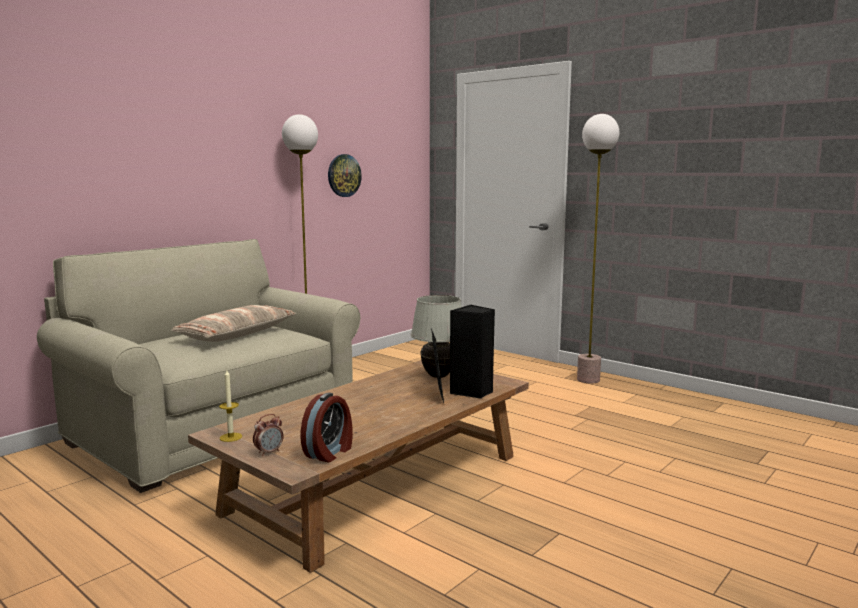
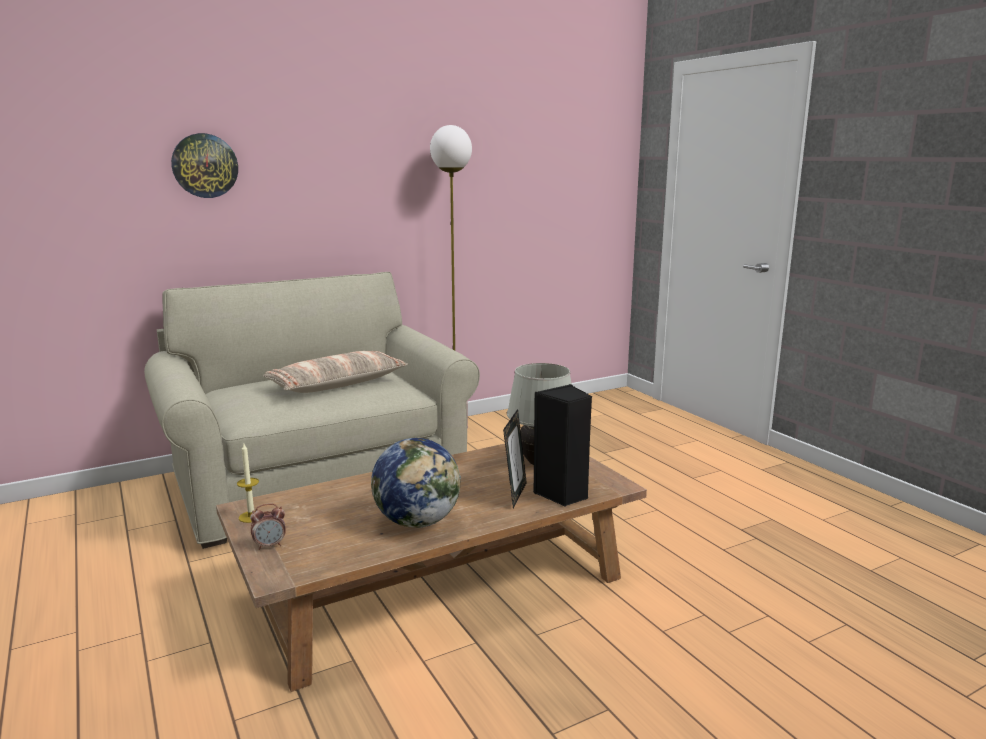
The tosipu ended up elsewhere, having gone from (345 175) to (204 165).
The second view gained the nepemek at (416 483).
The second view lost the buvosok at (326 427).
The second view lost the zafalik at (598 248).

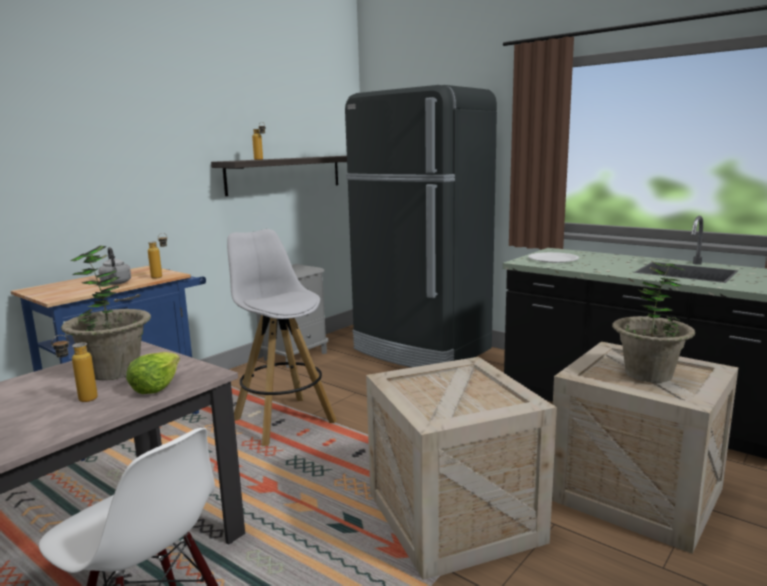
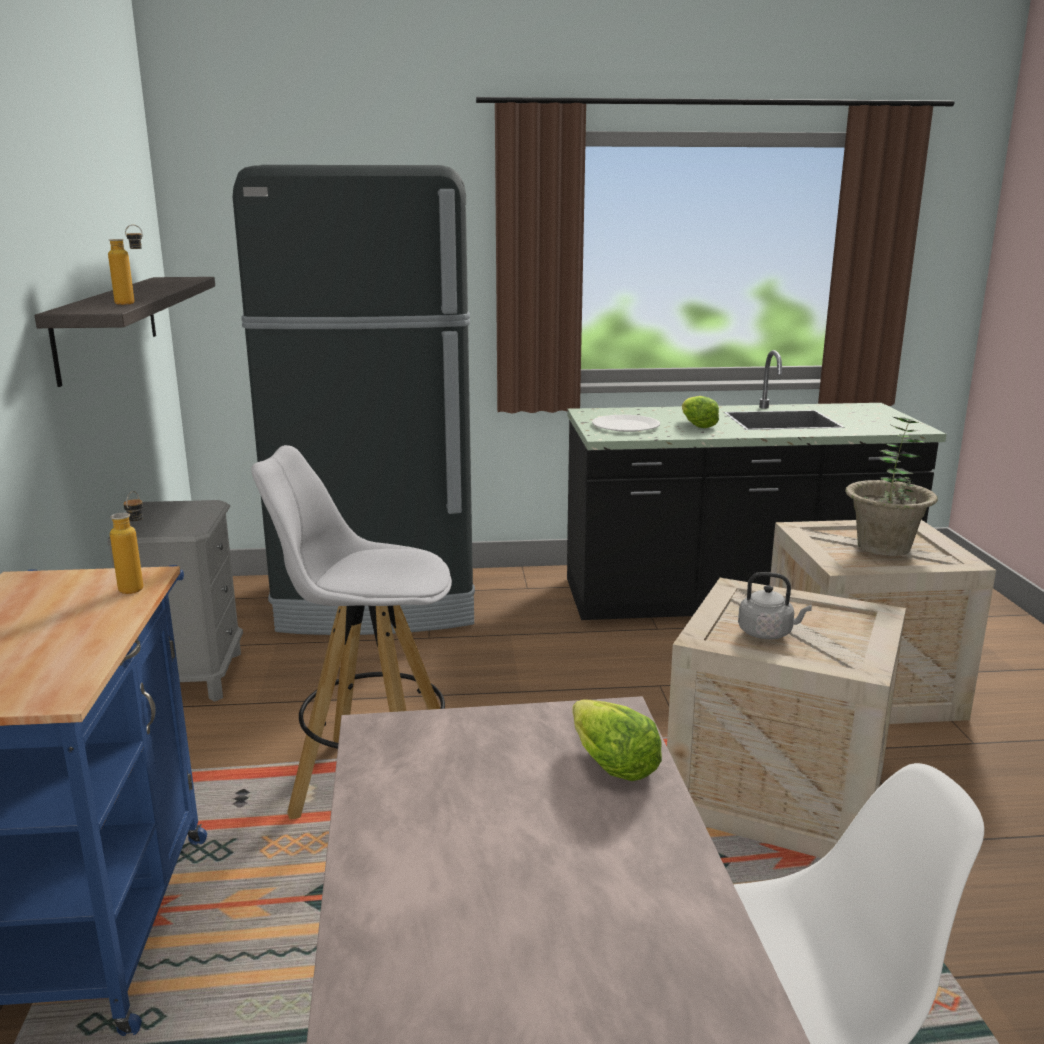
The second view gained the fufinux at (700 412).
The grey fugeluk ended up elsewhere, having gone from (114 266) to (775 606).
The second view lost the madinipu at (74 368).
The second view lost the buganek at (106 313).

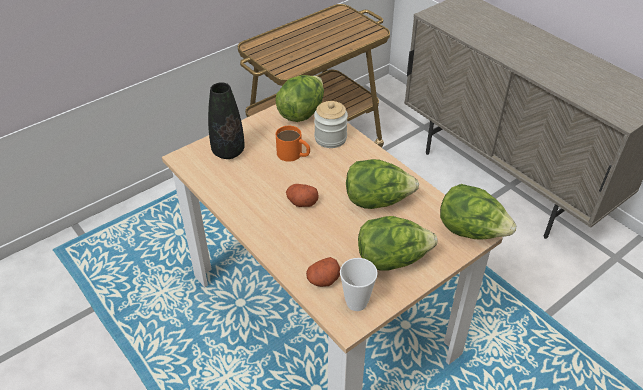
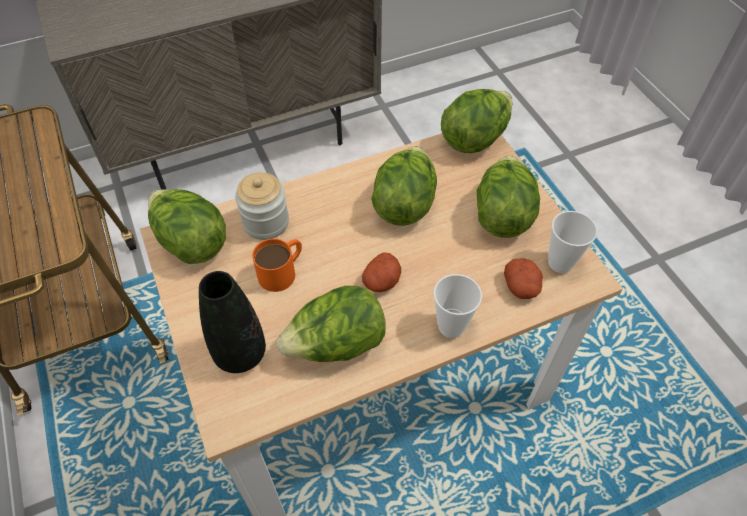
The second view gained the fufinux at (331 324).
The second view gained the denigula at (457 306).

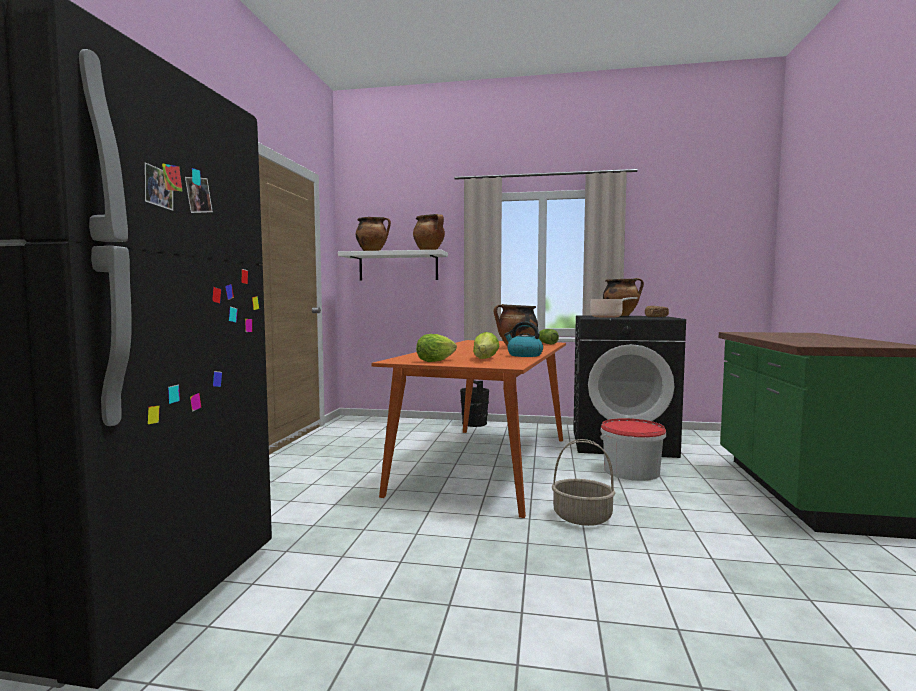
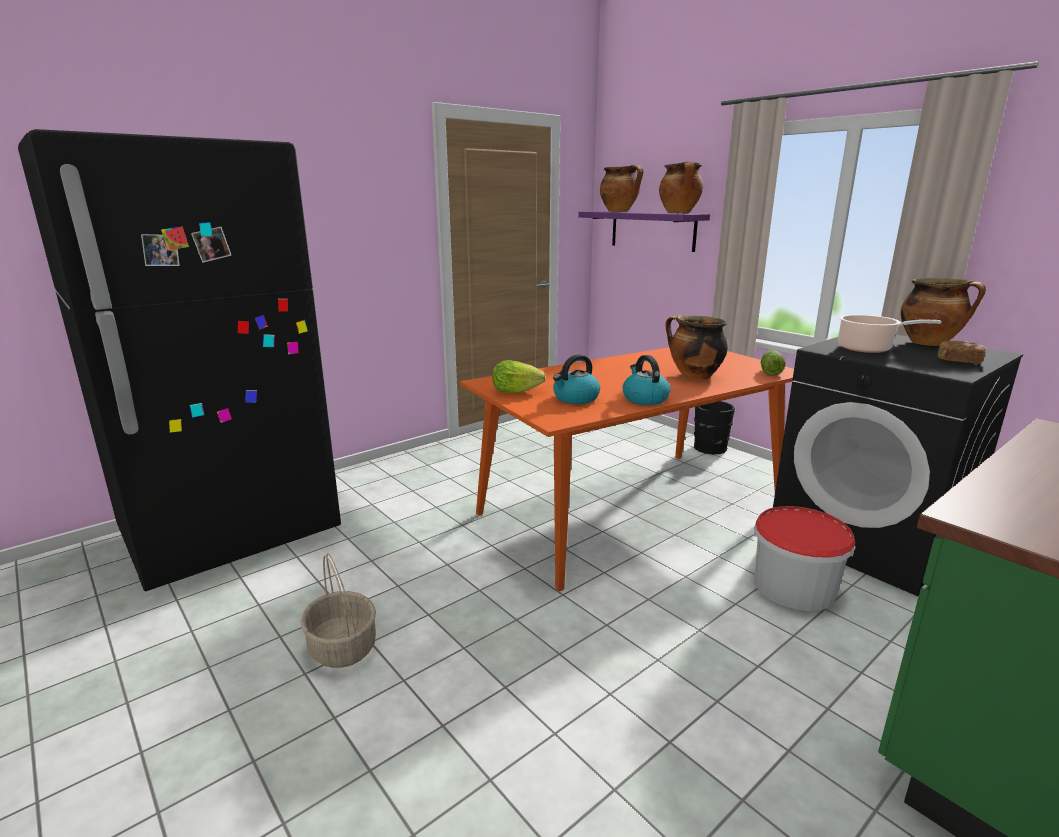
The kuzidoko ended up elsewhere, having gone from (583 482) to (338 610).
Where the fufinux stood at (486 345), the fugeluk came to stand at (576 379).
What was the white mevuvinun at (393 265) turned into the purple mevuvinun at (644 231).

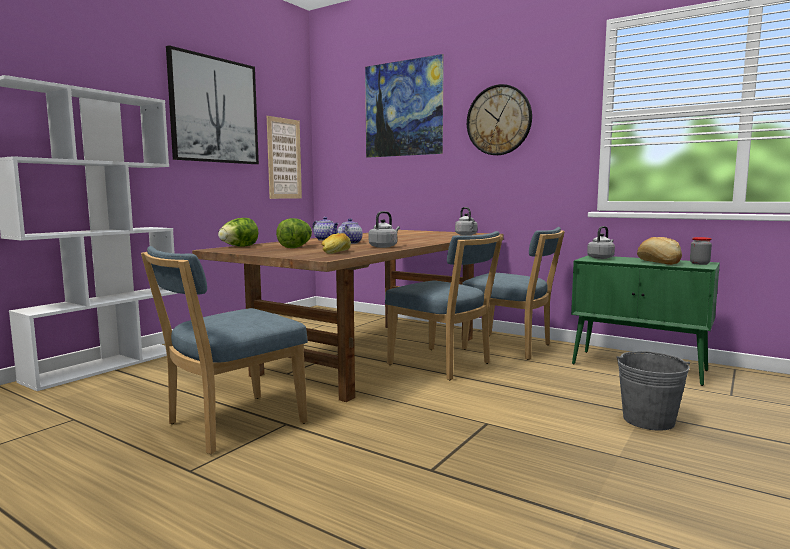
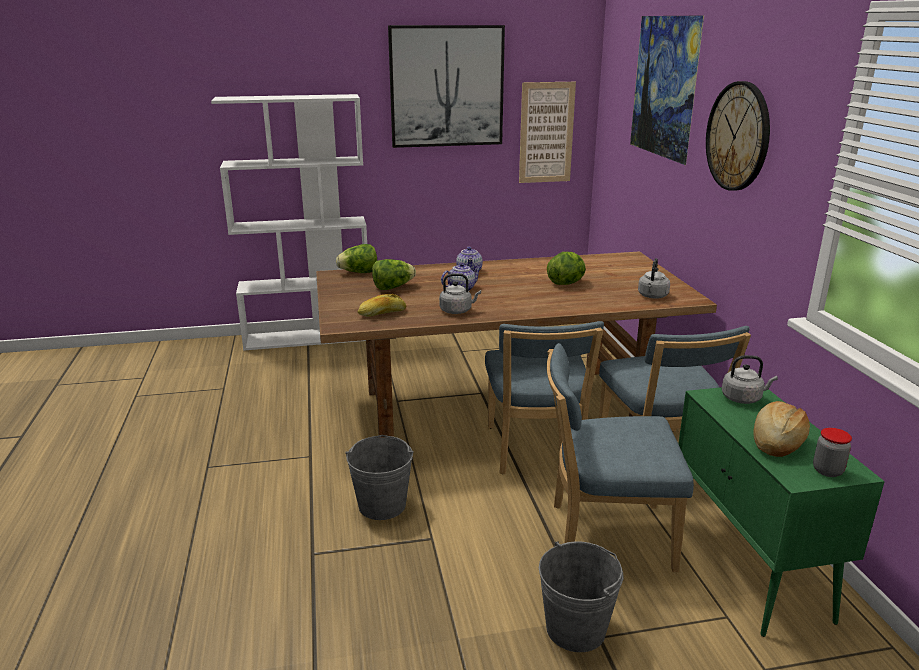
The second view gained the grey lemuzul at (379 477).
The second view gained the fufinux at (566 268).
The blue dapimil ended up elsewhere, having gone from (224 350) to (620 457).

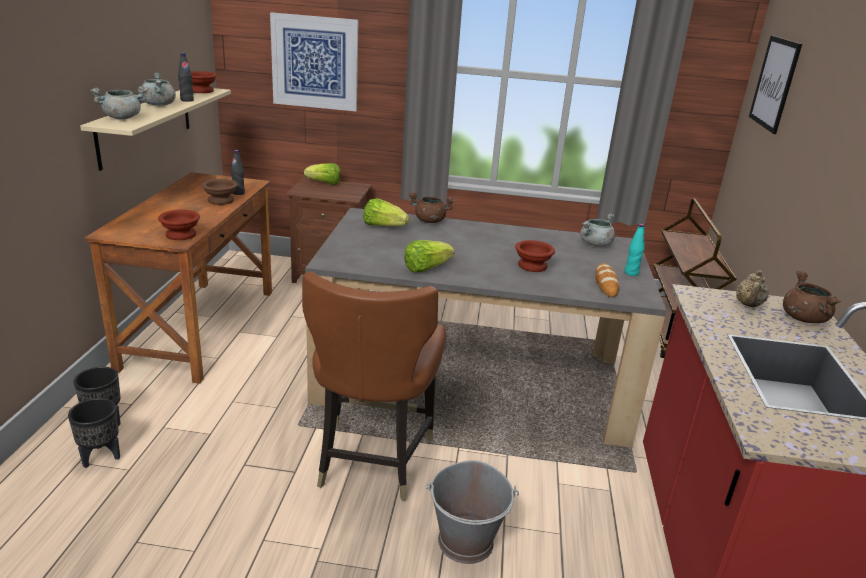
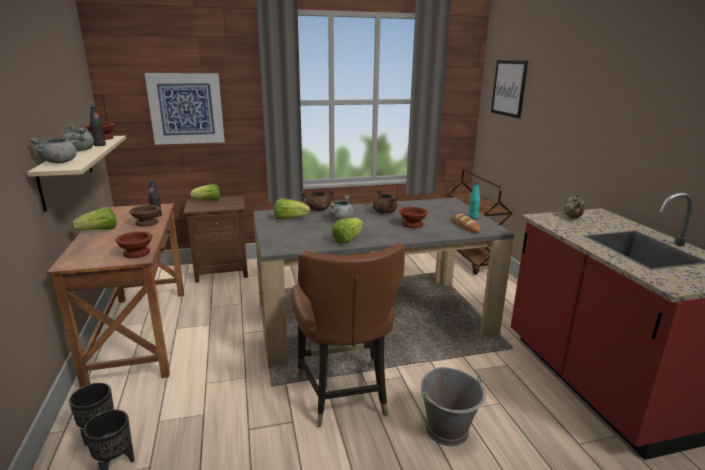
The second view gained the fufinux at (94 219).
The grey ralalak ended up elsewhere, having gone from (597 230) to (341 207).
The brown ralalak ended up elsewhere, having gone from (812 297) to (385 201).

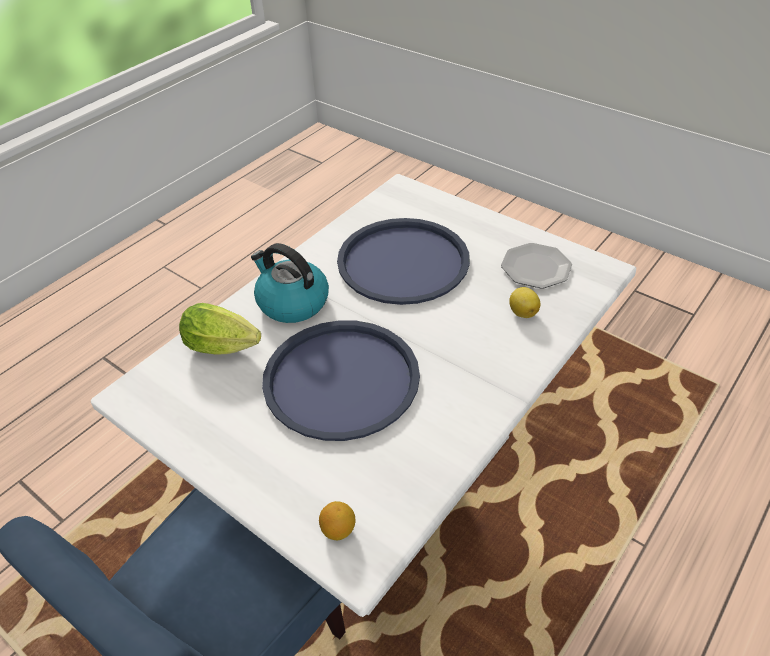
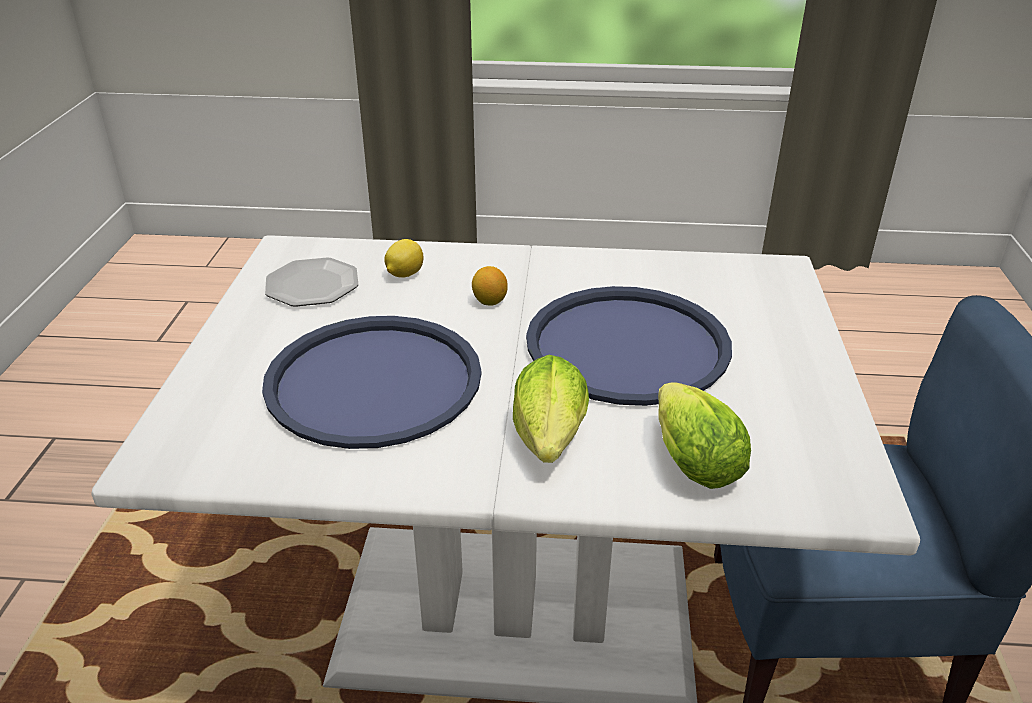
The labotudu ended up elsewhere, having gone from (337 520) to (490 286).
Where the fugeluk stood at (290 283), the fufinux came to stand at (551 409).

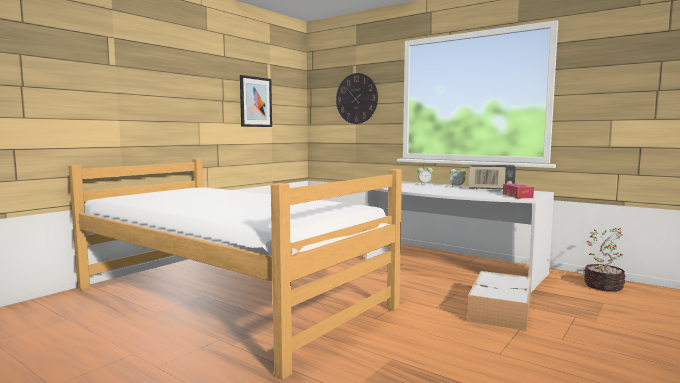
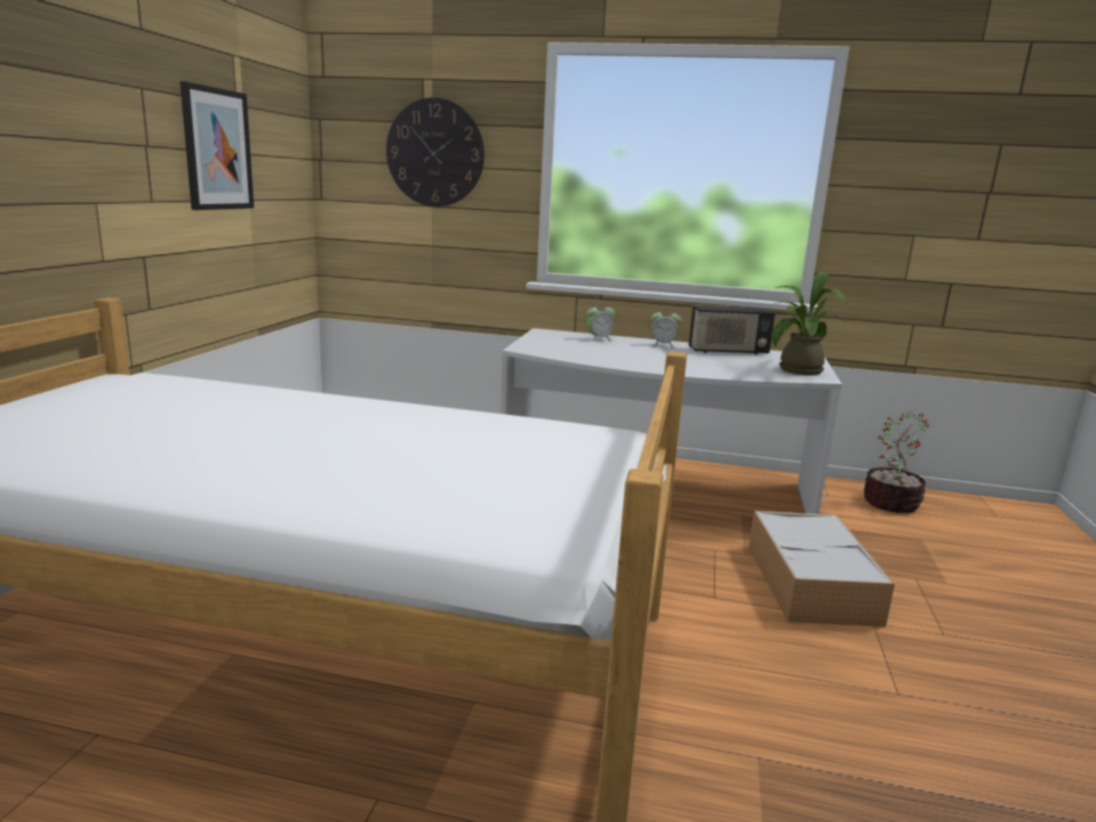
Where the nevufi stood at (518 191), the buganek came to stand at (809 323).

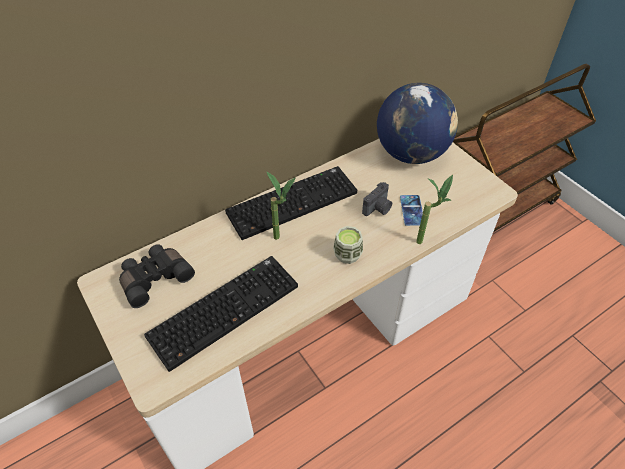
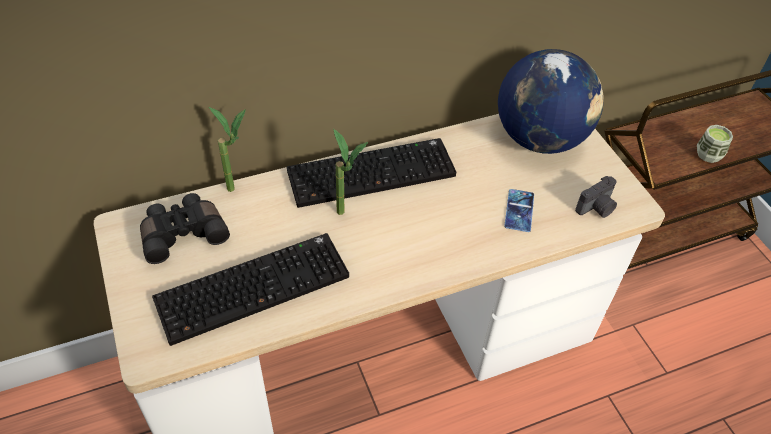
The buganek ended up elsewhere, having gone from (434 209) to (227 149).
The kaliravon ended up elsewhere, having gone from (377 199) to (596 197).
The denigula ended up elsewhere, having gone from (348 245) to (715 144).

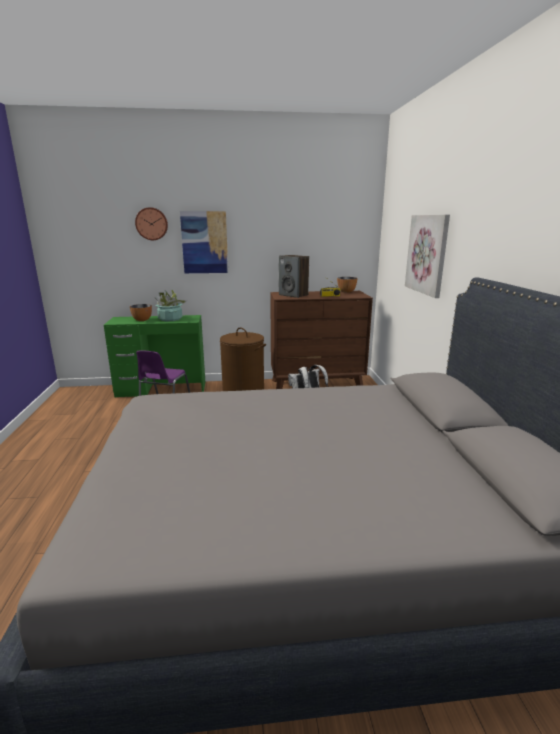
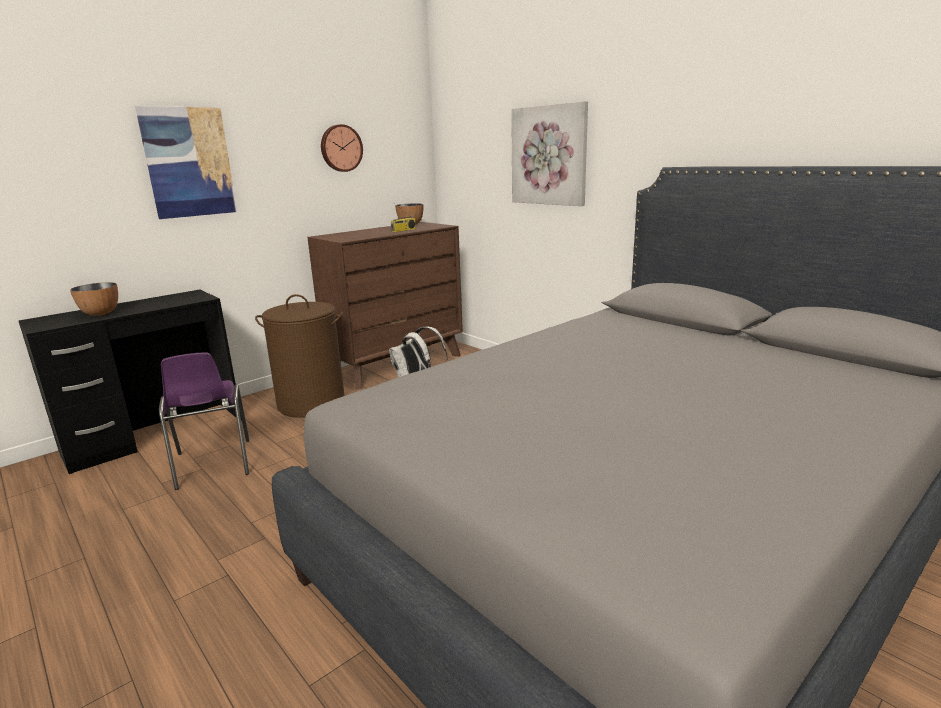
What was the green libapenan at (154 356) turned into the black libapenan at (130 382).
The tosipu ended up elsewhere, having gone from (151 223) to (342 148).
The second view lost the buganek at (170 305).
The second view lost the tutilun at (294 276).

